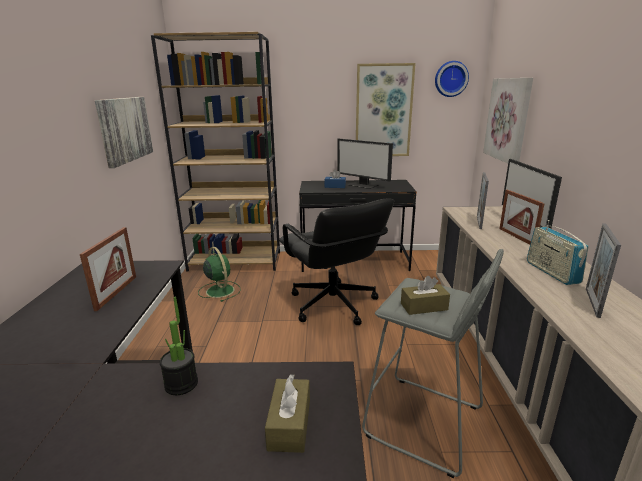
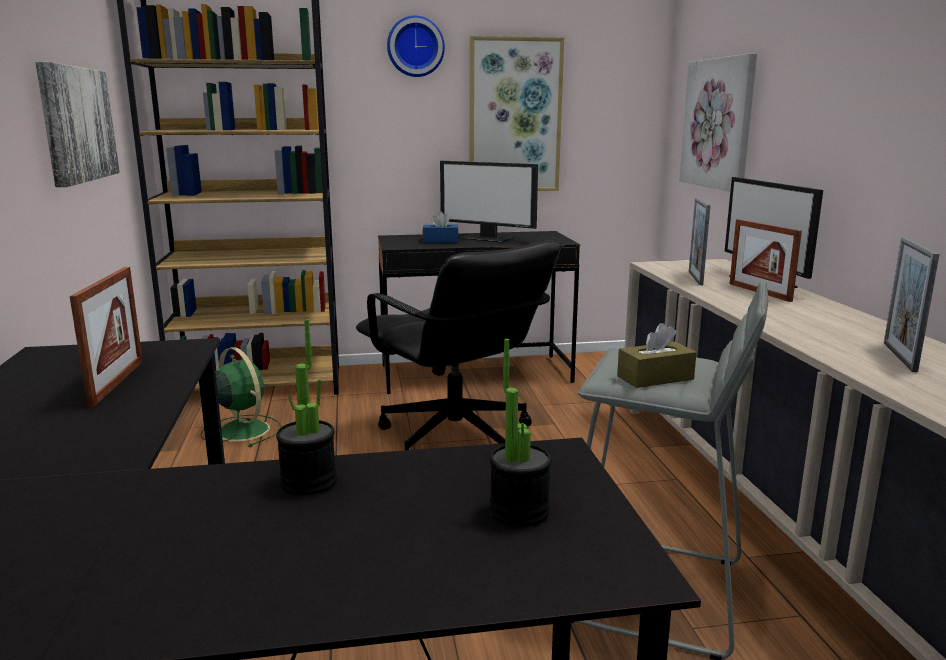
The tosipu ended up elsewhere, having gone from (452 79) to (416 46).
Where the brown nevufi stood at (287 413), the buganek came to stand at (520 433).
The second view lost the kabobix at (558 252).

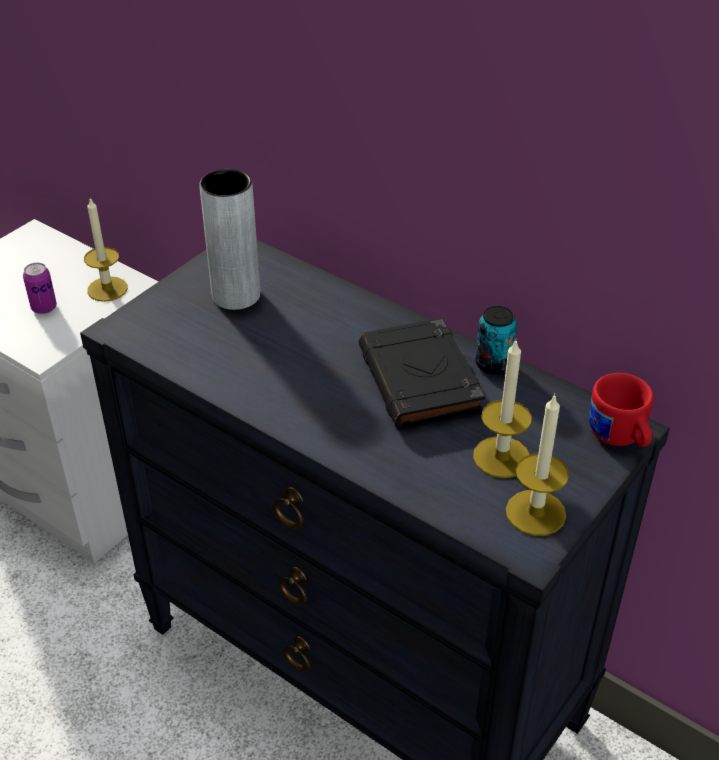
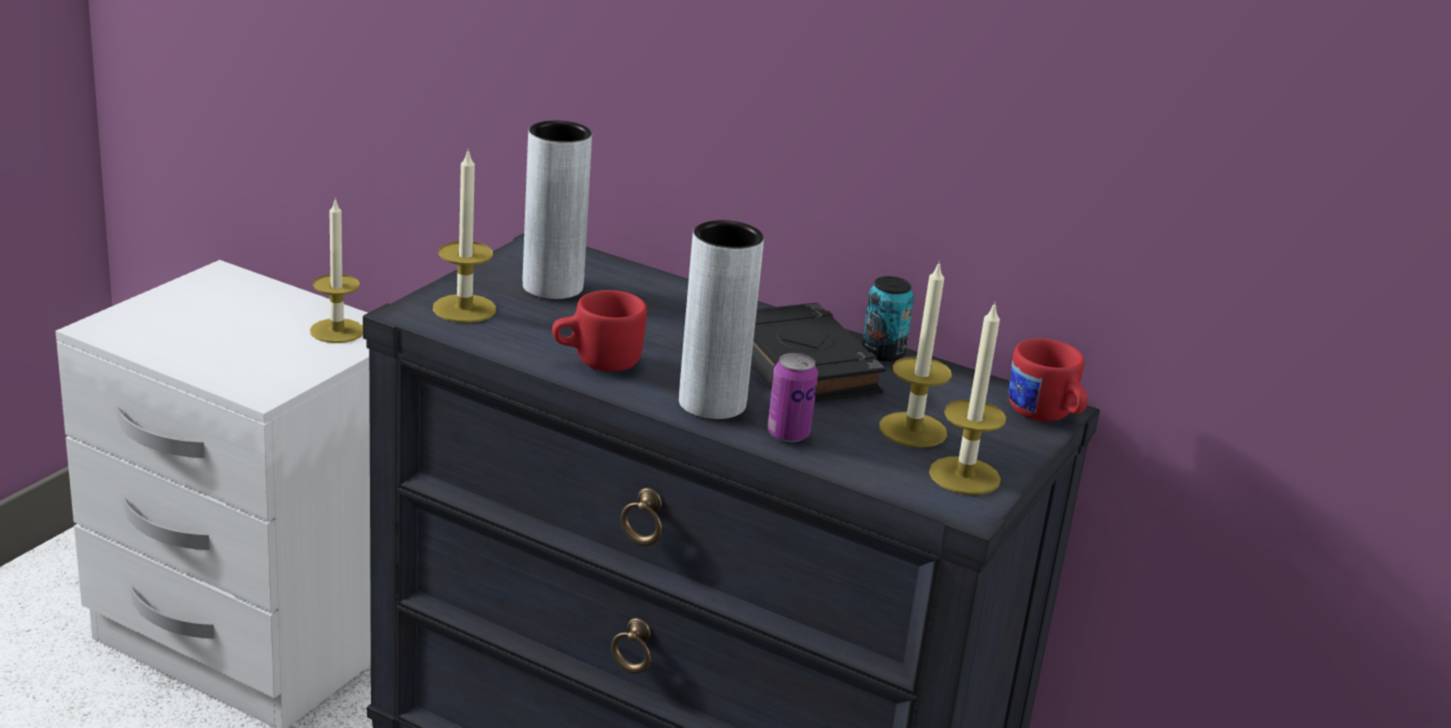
The second view gained the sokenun at (464 236).
The second view gained the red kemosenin at (599 331).
The second view gained the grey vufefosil at (721 319).
The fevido ended up elsewhere, having gone from (40 288) to (792 397).

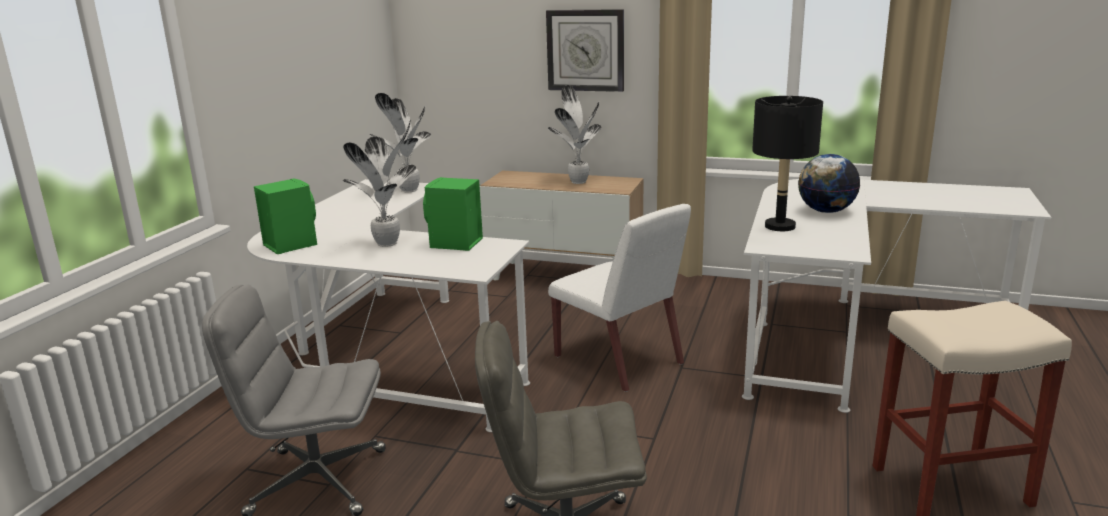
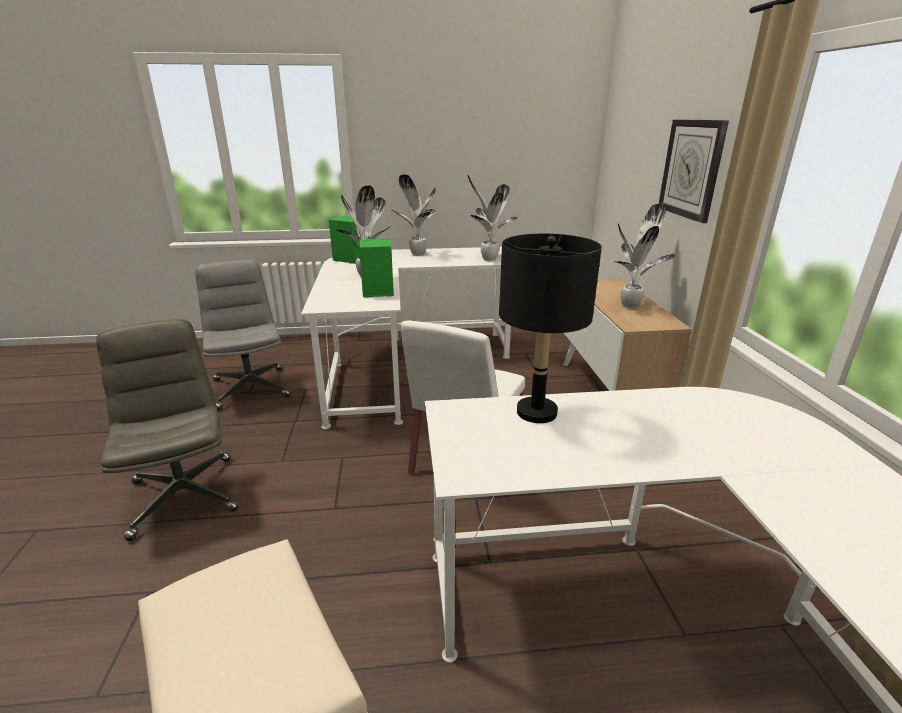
The second view gained the buganek at (413 215).
The second view lost the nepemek at (829 183).

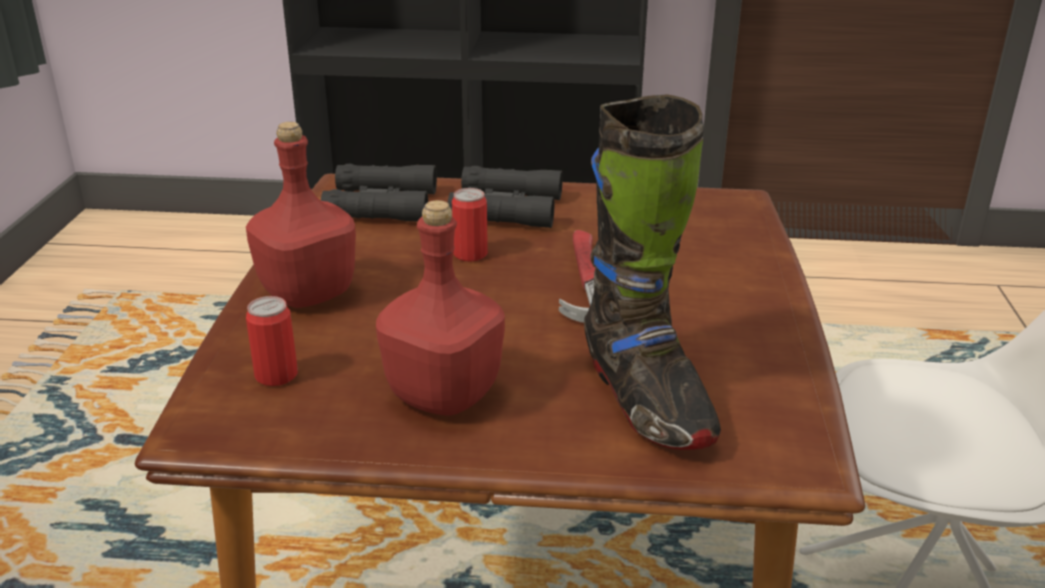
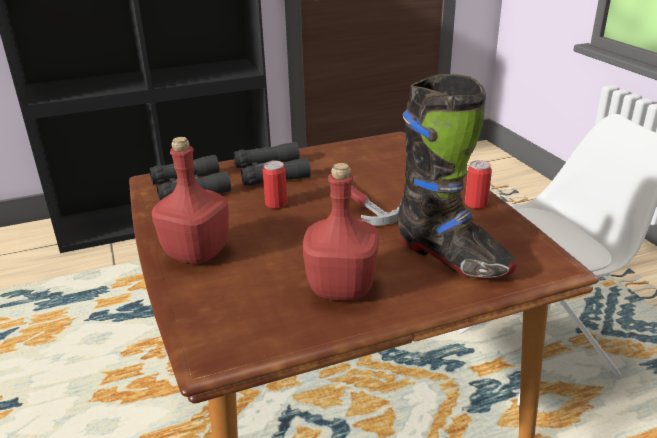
The fevido ended up elsewhere, having gone from (272 341) to (478 184).

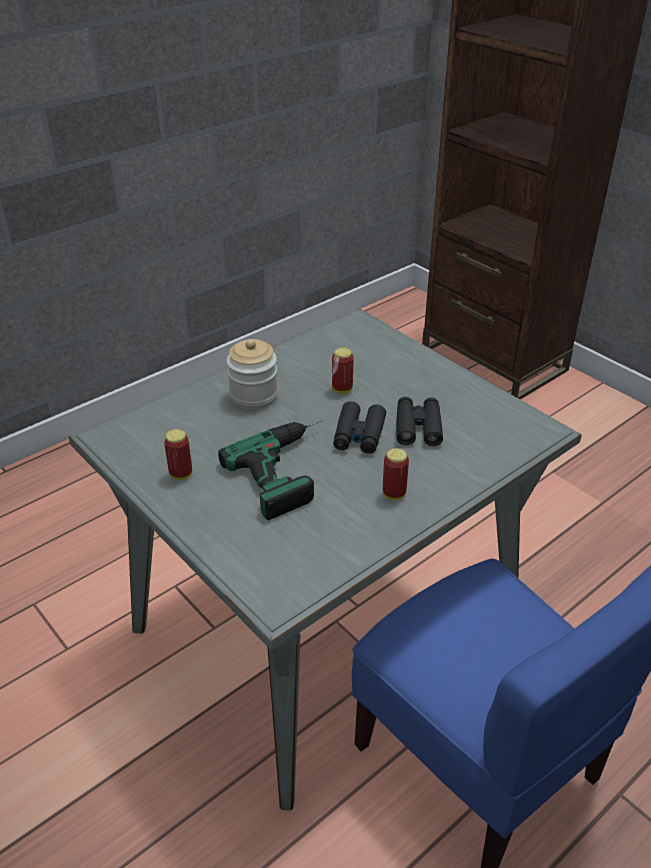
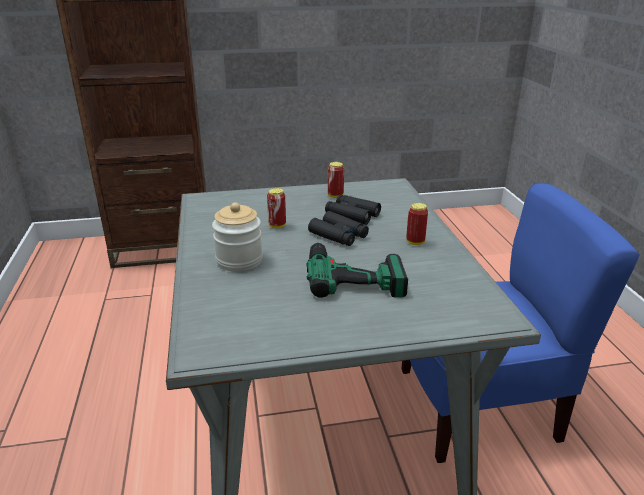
The fevido ended up elsewhere, having gone from (178 454) to (336 180).

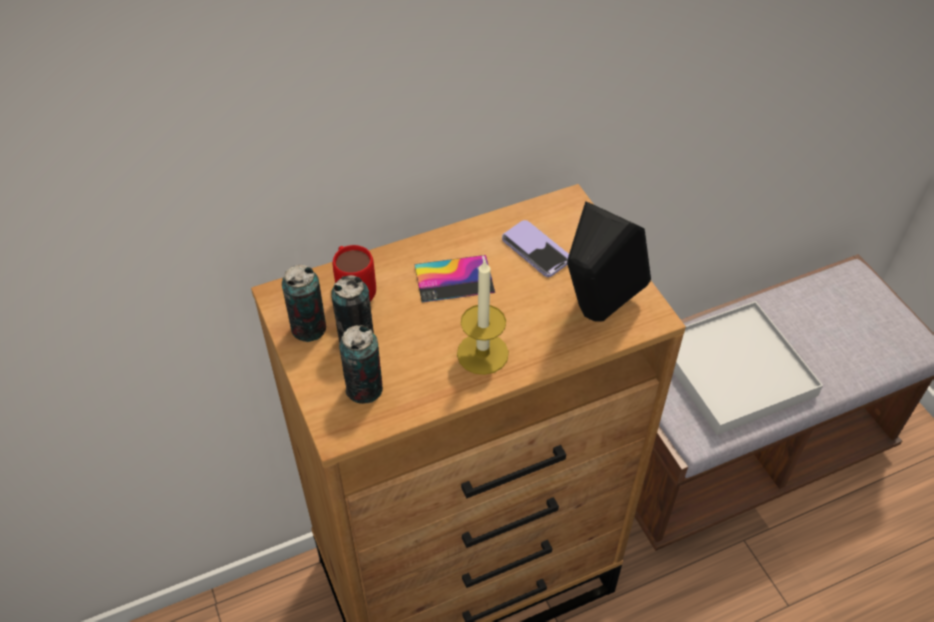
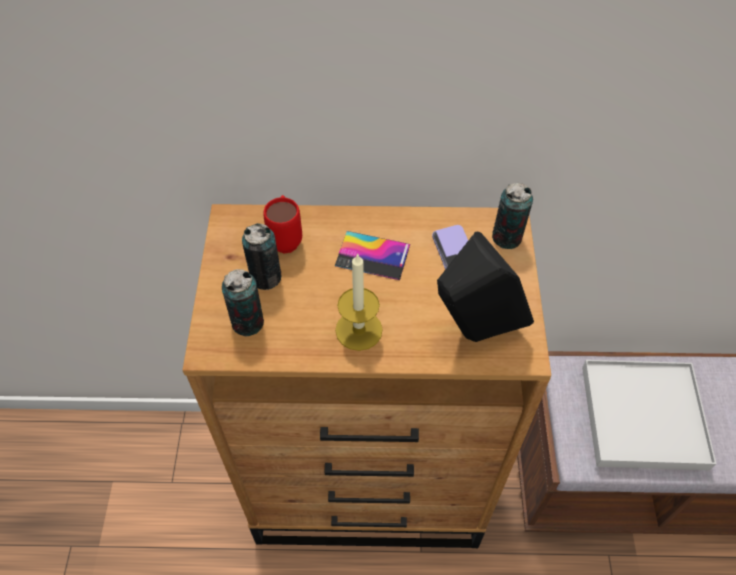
The fevido ended up elsewhere, having gone from (304 303) to (512 216).

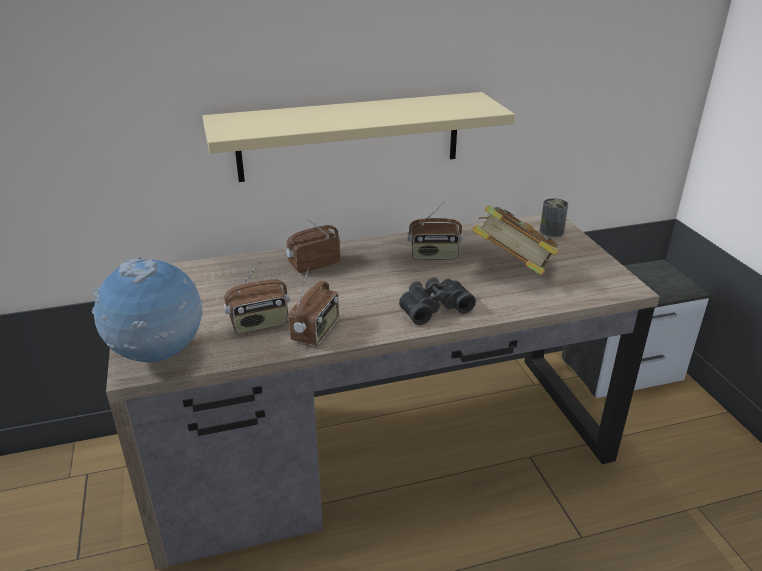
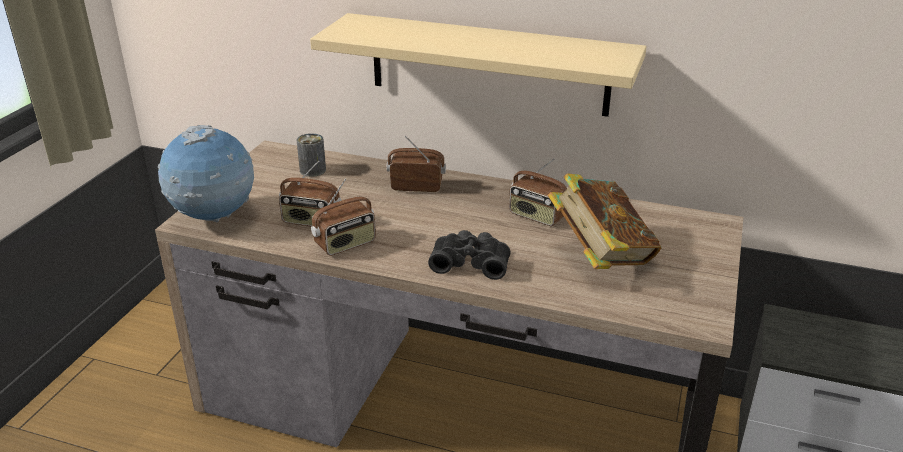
The fevido ended up elsewhere, having gone from (554 218) to (311 155).

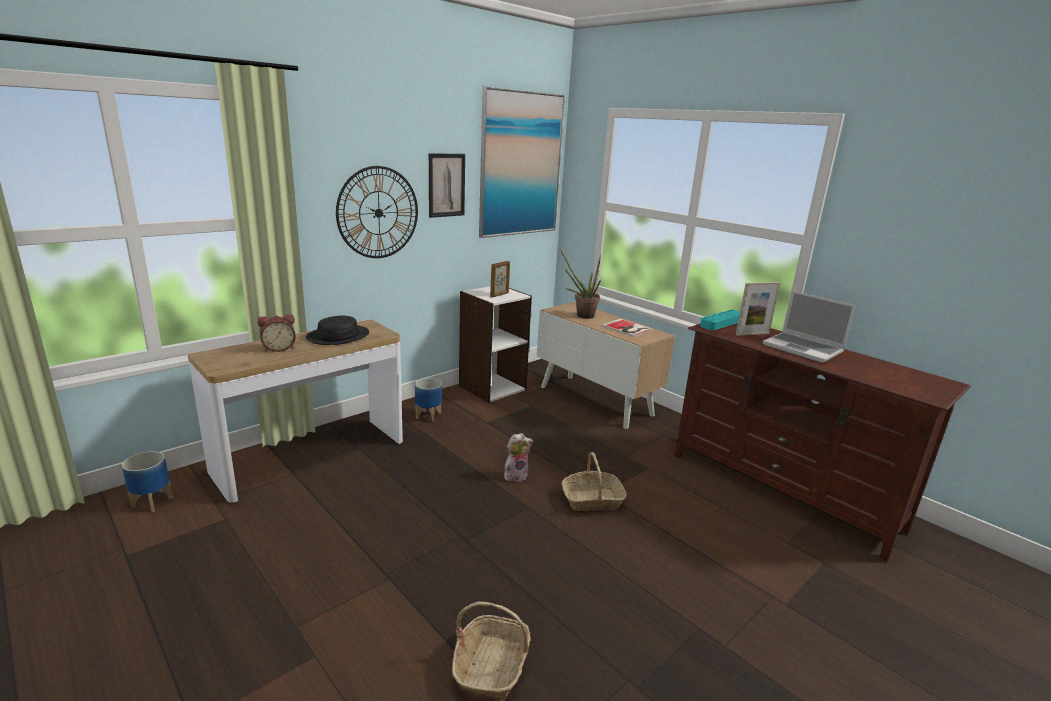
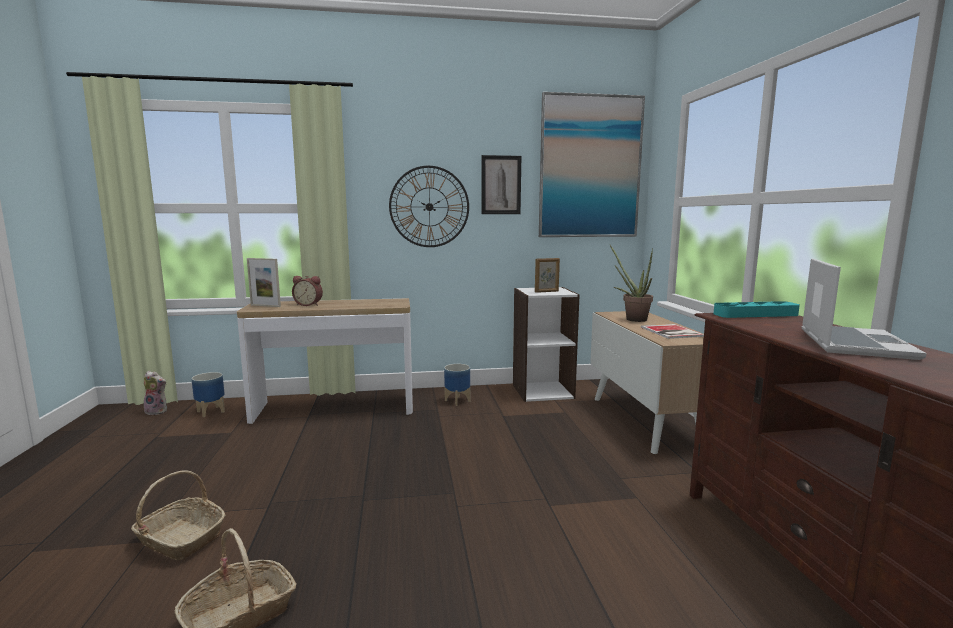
The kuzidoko ended up elsewhere, having gone from (594 481) to (178 515).
The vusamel ended up elsewhere, having gone from (518 457) to (155 393).
The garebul ended up elsewhere, having gone from (758 309) to (264 282).
The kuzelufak at (809 327) ended up facing another way, 150 degrees counterclockwise from before.
The second view lost the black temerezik at (337 330).

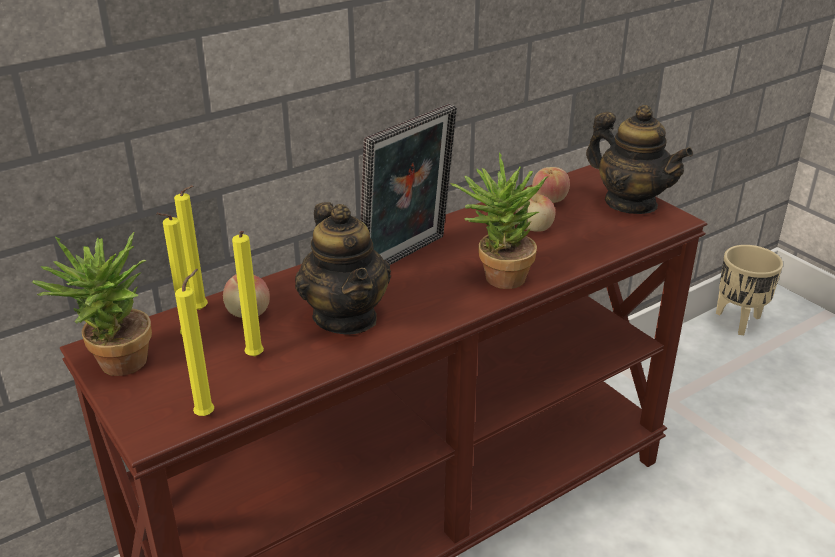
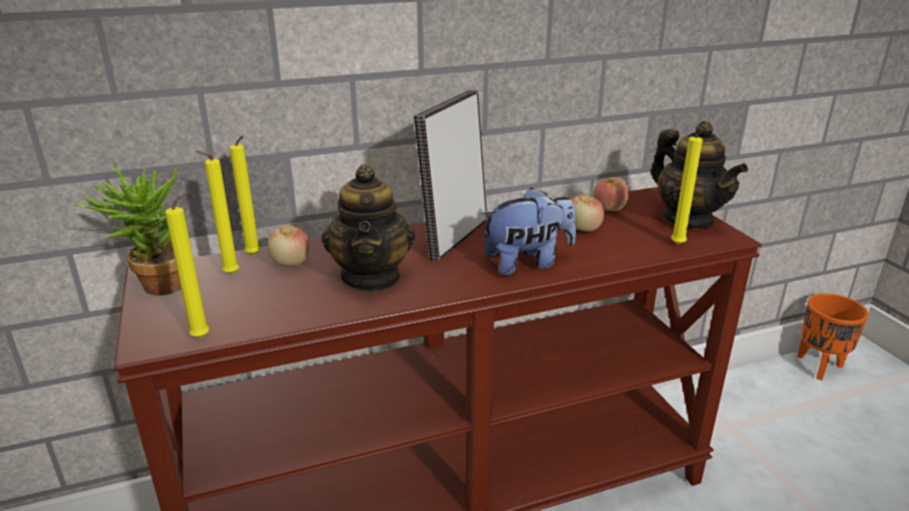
The garebul at (408 184) ended up facing another way, 150 degrees clockwise from before.
Where the buganek stood at (499 220), the vusamel came to stand at (528 231).
The yellow sokenun ended up elsewhere, having gone from (248 293) to (687 187).
What was the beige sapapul at (749 290) turned into the orange sapapul at (833 336).

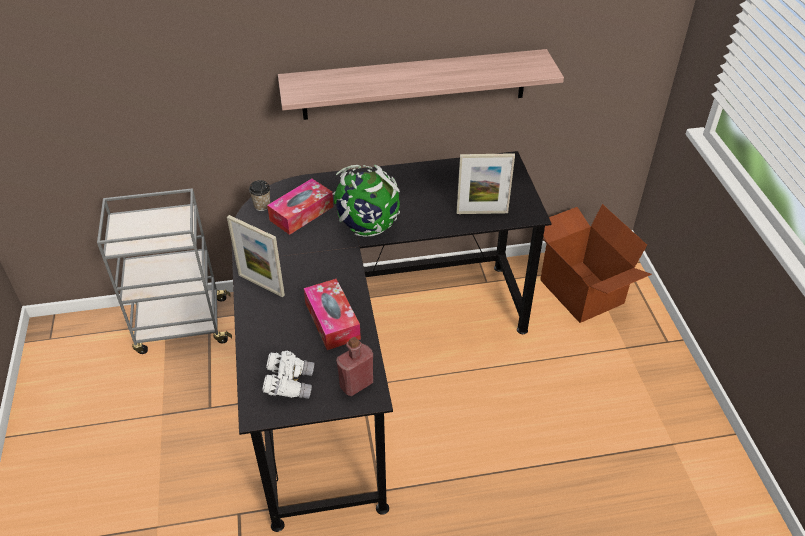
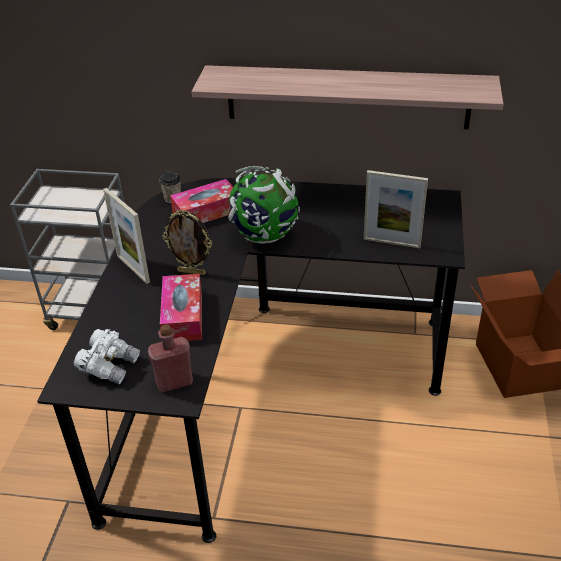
The second view gained the garebul at (187 242).

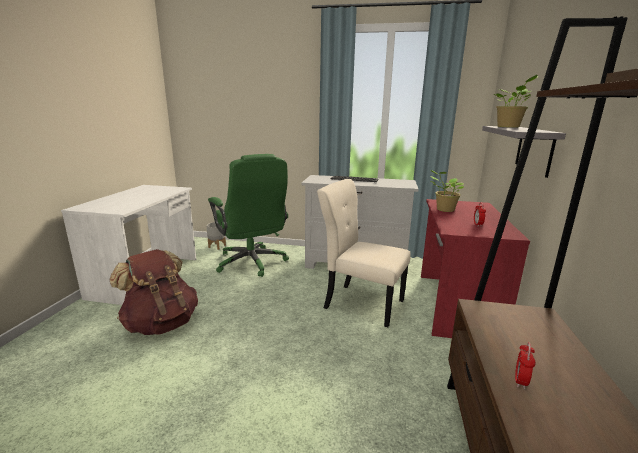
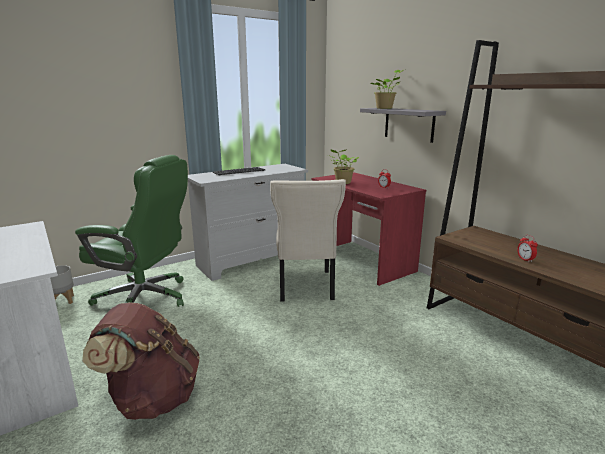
The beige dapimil at (364 253) ended up facing another way, 75 degrees counterclockwise from before.

